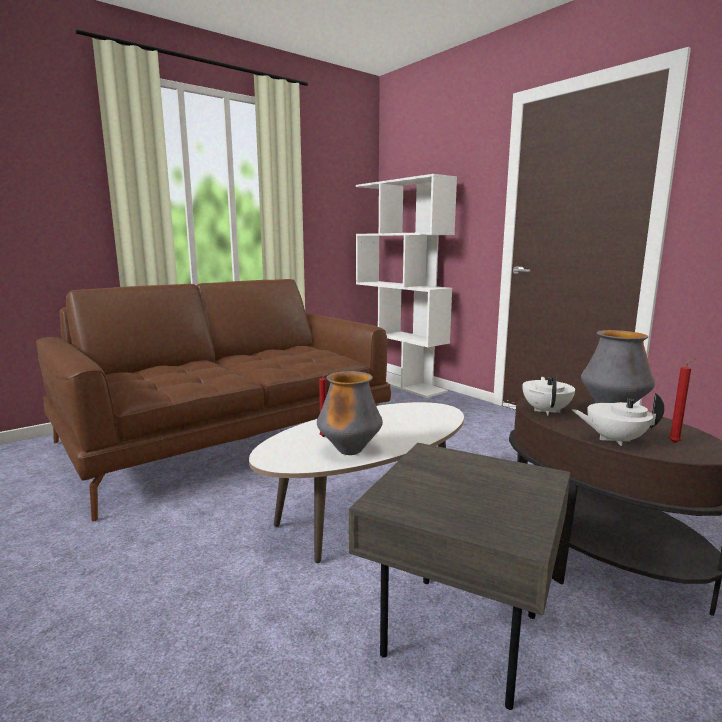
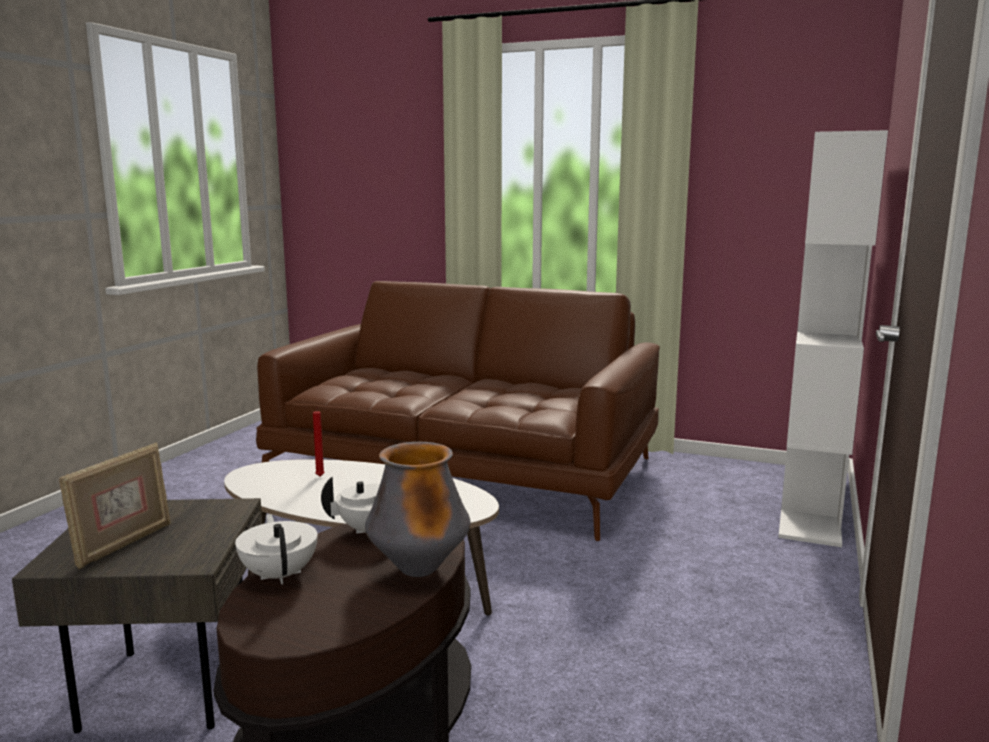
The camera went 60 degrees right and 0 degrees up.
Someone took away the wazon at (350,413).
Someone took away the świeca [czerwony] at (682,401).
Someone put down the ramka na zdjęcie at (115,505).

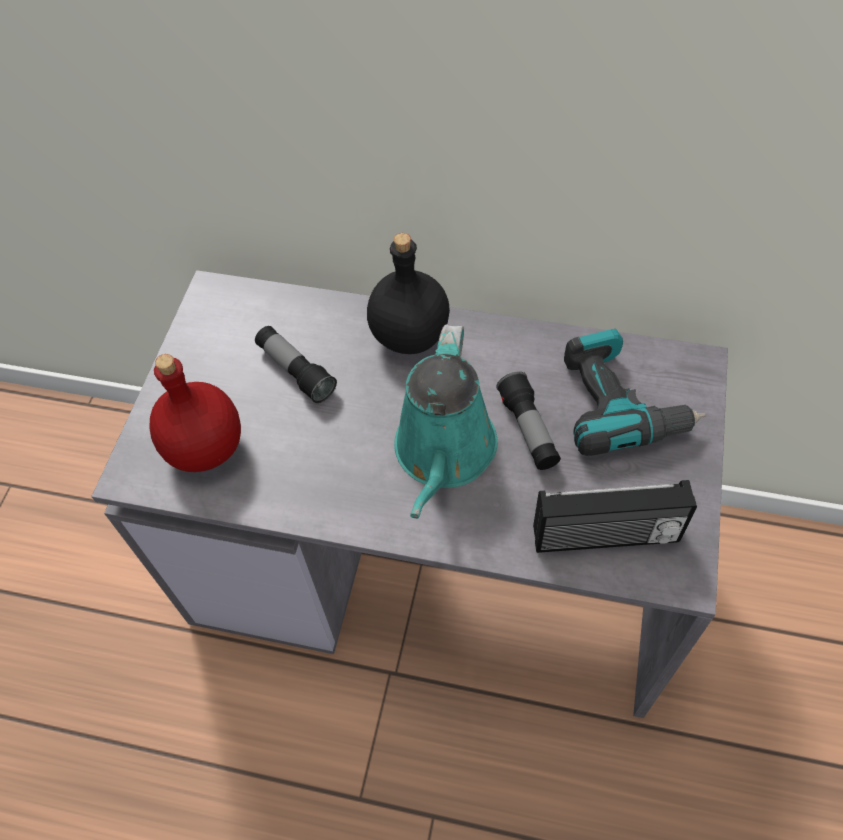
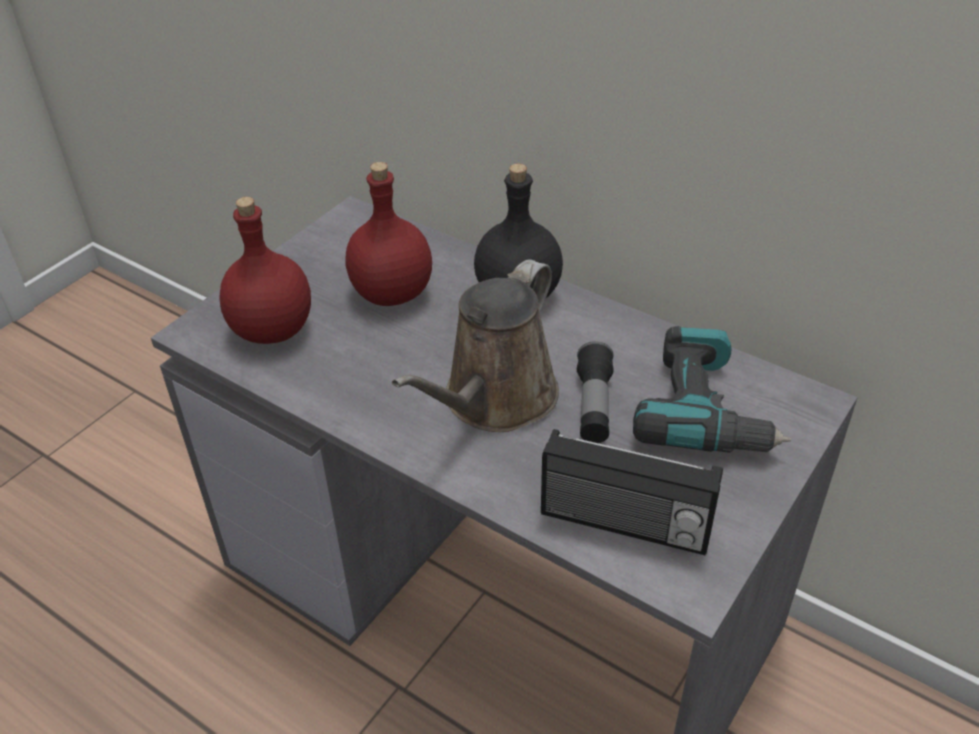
The camera went 20 degrees right and 15 degrees down.
Someone swapped the latarka at (296,364) for the butelka [czerwony] at (389,234).
Someone repainted the konewka [turkusowy] at (446,421), which became the konewka [brązowy] at (475,345).

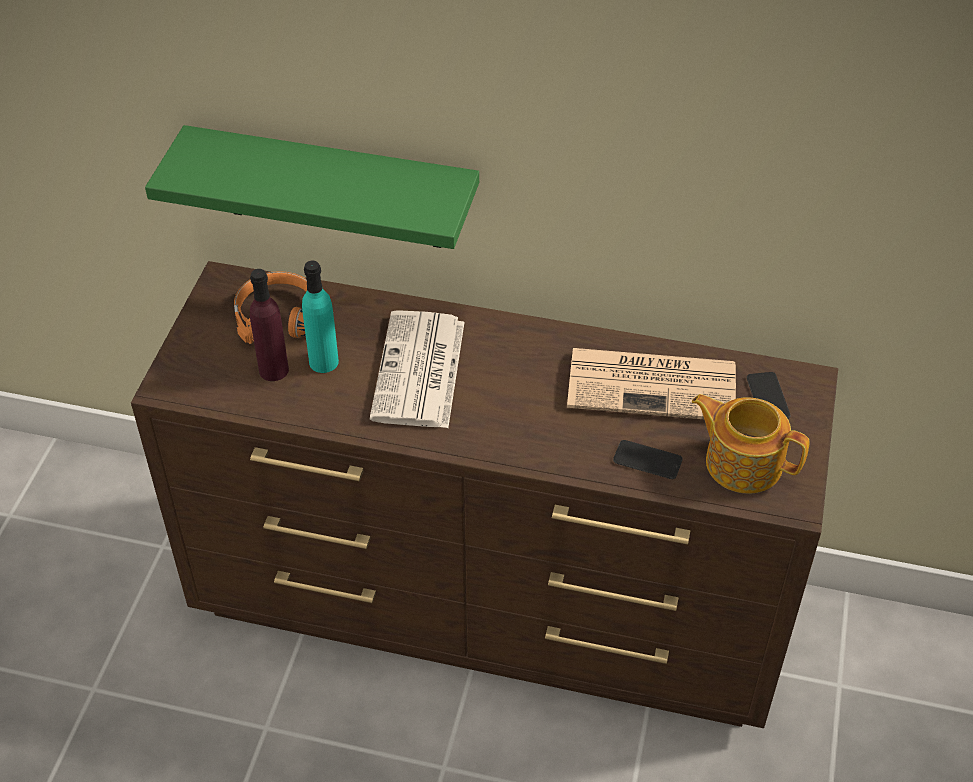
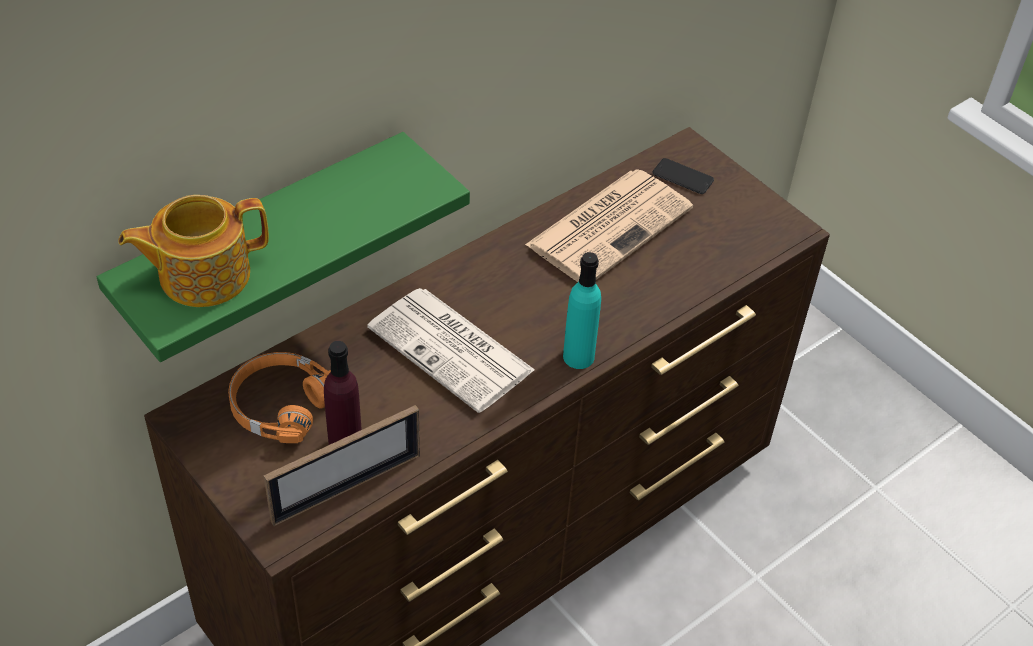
The camera went 55 degrees left and 0 degrees up.
Someone took away the telefon at (648,459).
Someone put down the ramka na zdjęcie at (341,465).
Someone carried the butelka [turkusowy] from (320,317) to (582,310).
Someone carried the imbryk from (751,443) to (193,251).

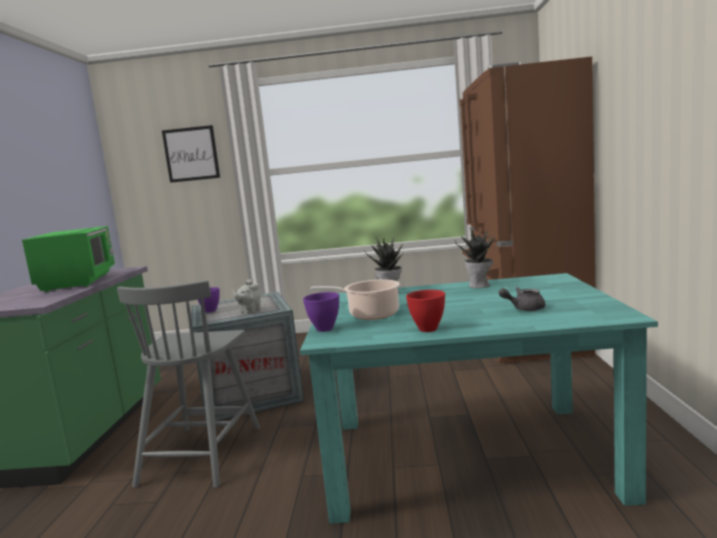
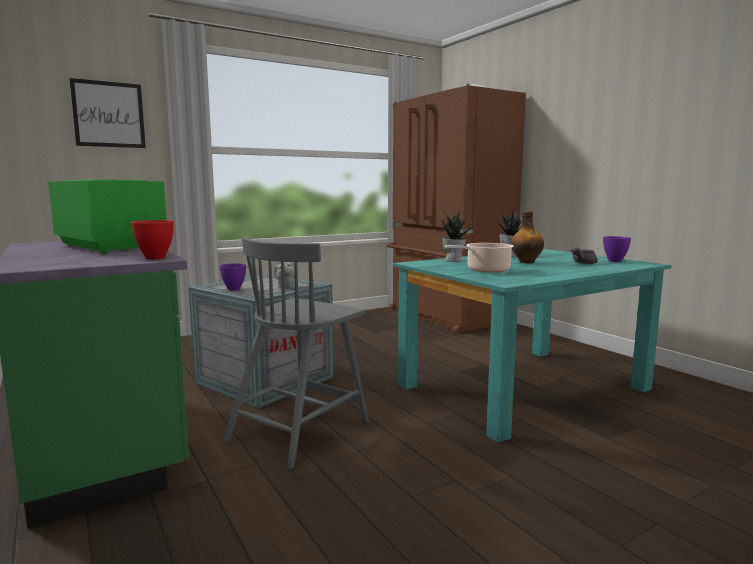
The camera went 35 degrees left and 0 degrees up.
Someone put down the butelka at (527,237).
Someone carried the miska [fioletowy] from (321,312) to (617,249).
Someone carried the miska [czerwony] from (425,311) to (152,239).
Someone rotated the krzesło [szary] at (188,384) by 60 degrees clockwise.

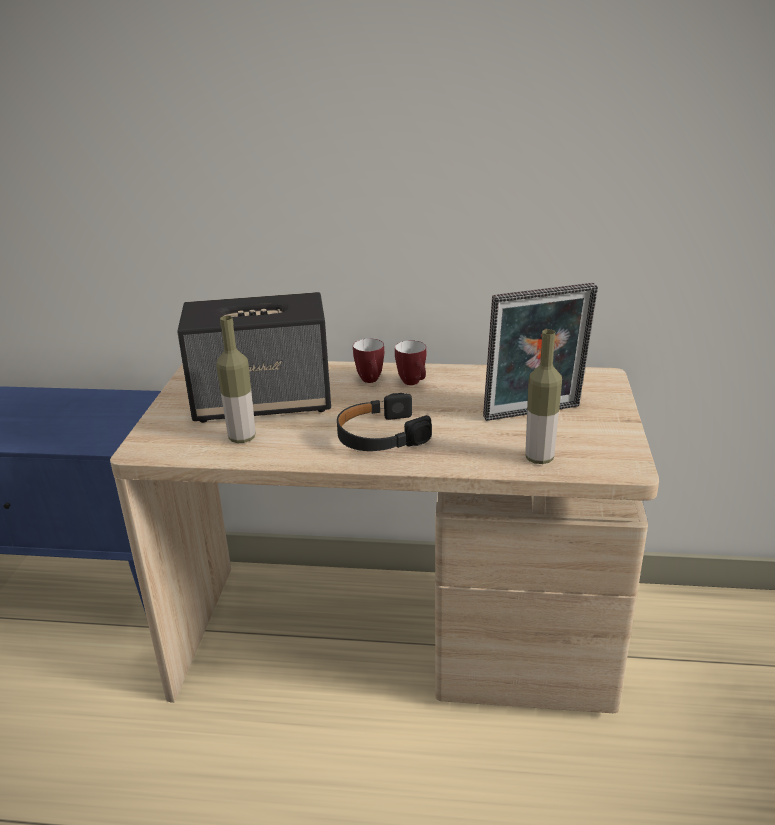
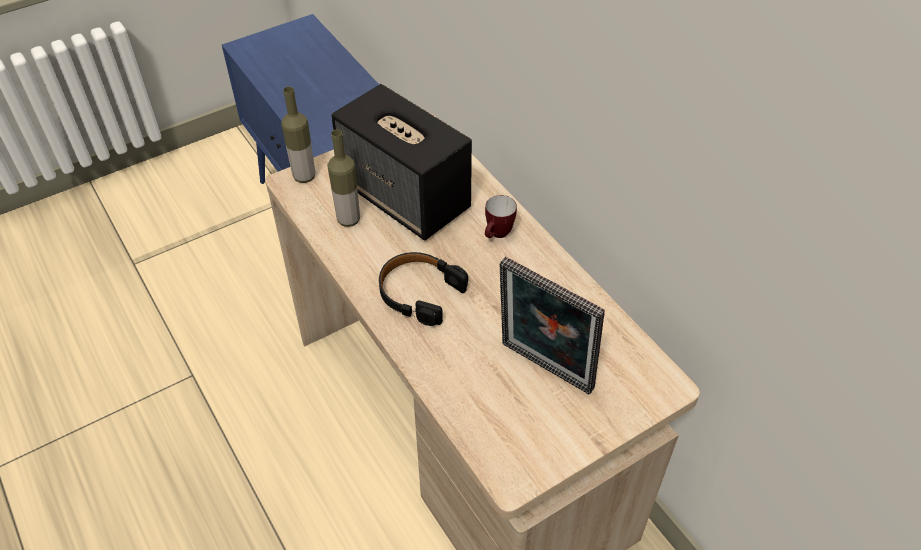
The camera went 50 degrees right and 20 degrees up.
Someone took away the kubek at (410,362).
Someone carried the butelka from (543,396) to (298,135).

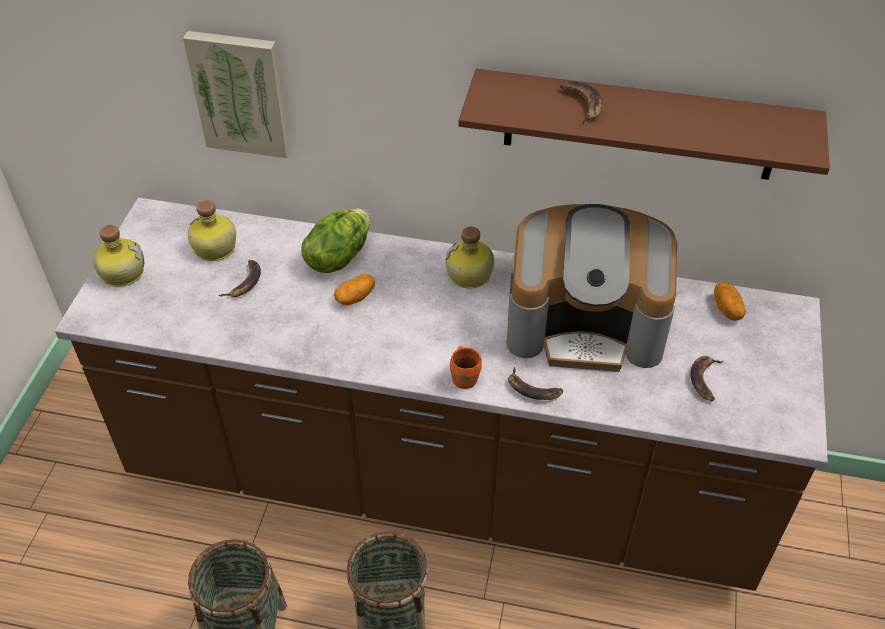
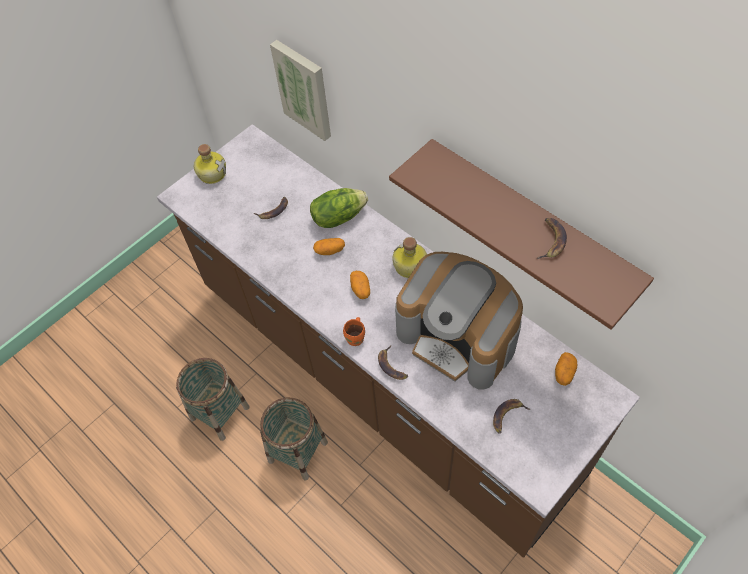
The camera went 35 degrees right and 10 degrees up.
Someone took away the butelka at (212,230).
Someone put down the ziemniak at (360,285).
Someone carried the banan from (581,103) to (552,238).

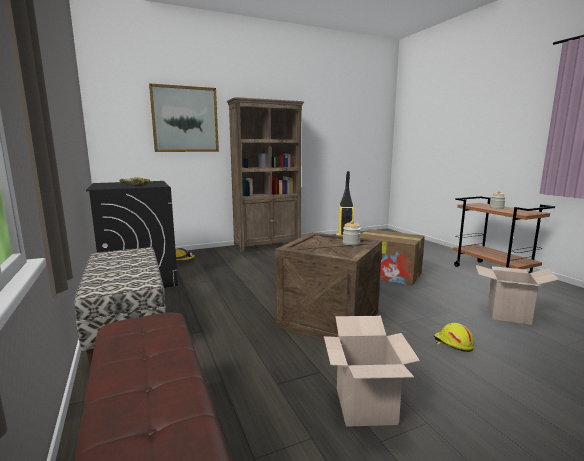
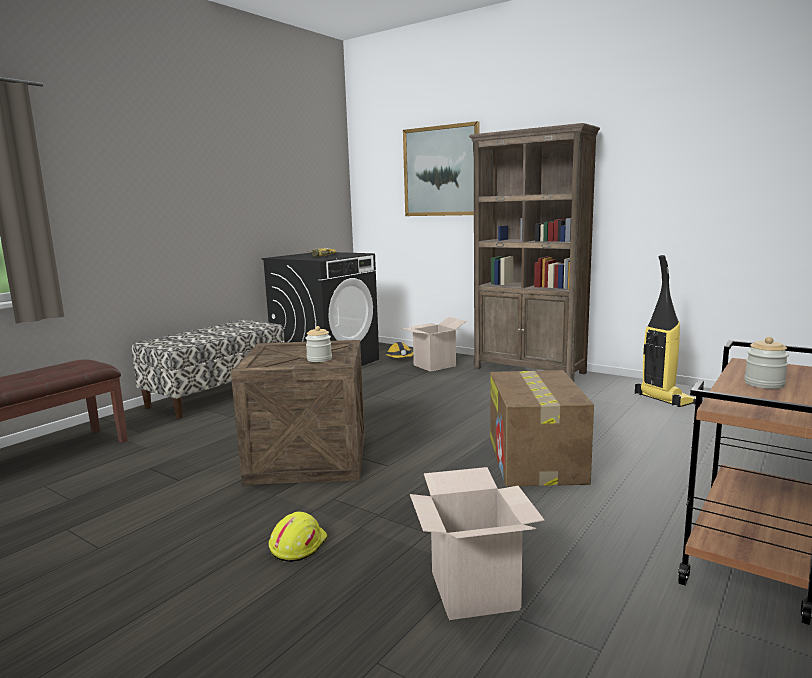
The camera went 60 degrees right and 0 degrees up.
Someone carried the karton from (372,371) to (434,344).

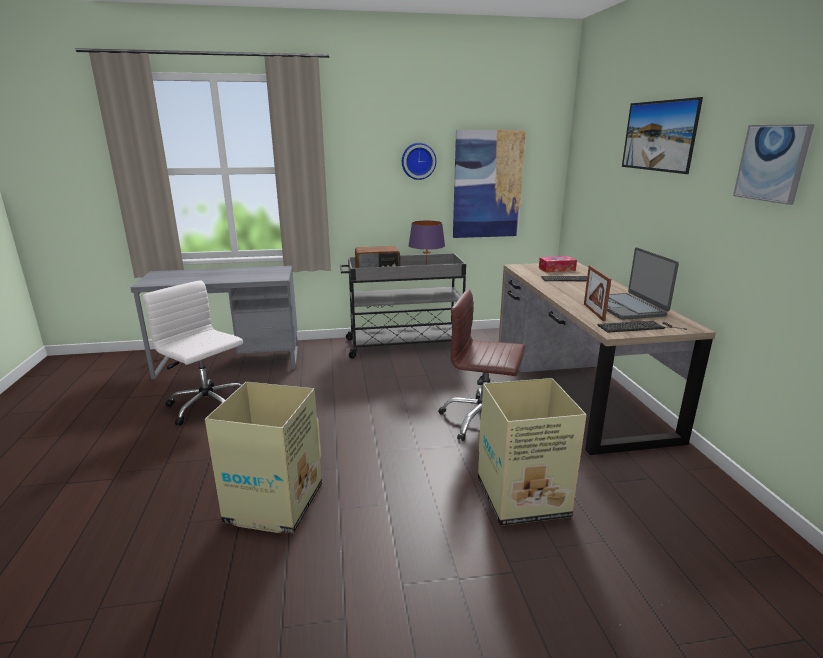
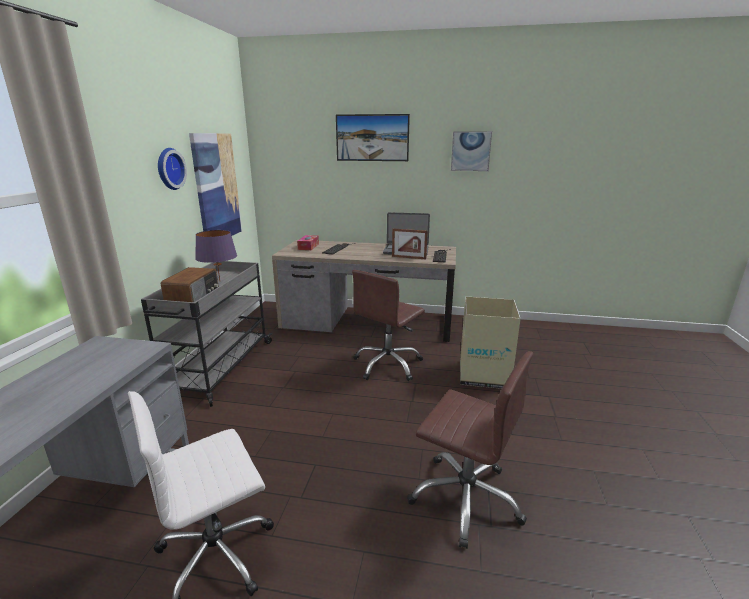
The camera went 70 degrees left and 0 degrees up.
Someone swapped the karton at (263,458) for the krzesło biurowe [brązowy] at (470,450).

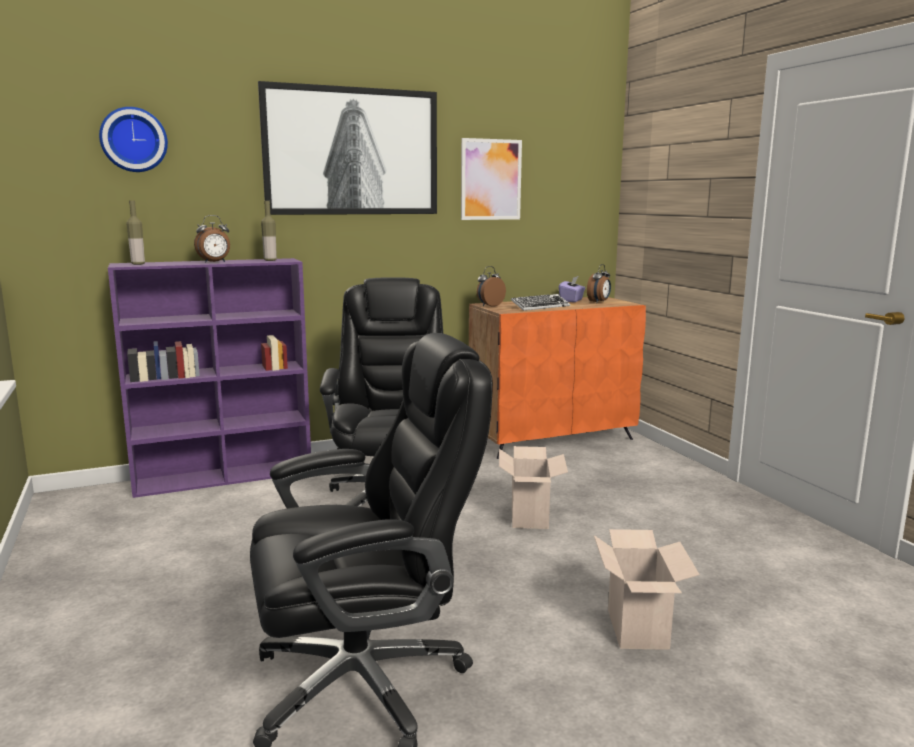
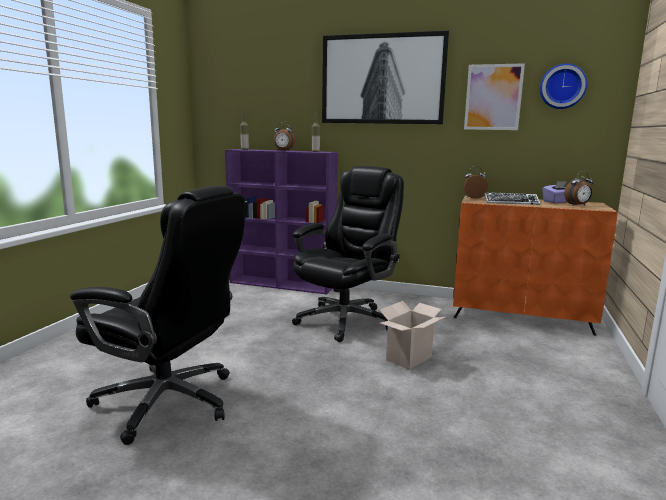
The camera went 40 degrees right and 0 degrees up.
Someone took away the karton at (647,589).
Someone carried the zegar ścienny from (133,139) to (563,86).

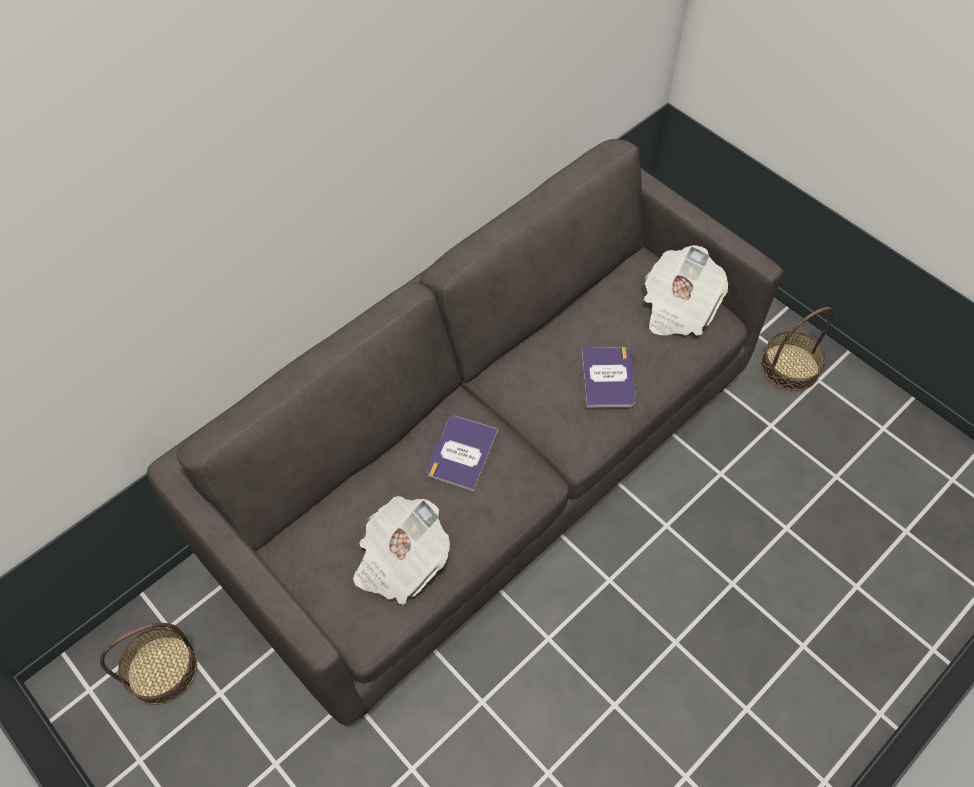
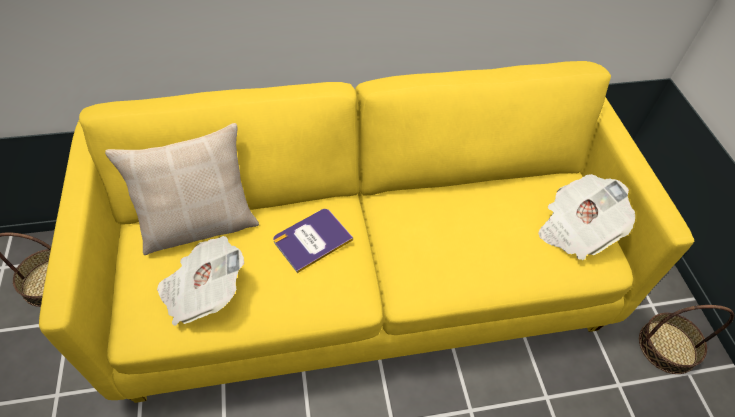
The camera went 30 degrees right and 5 degrees down.
Someone took away the książka at (608,377).
Someone put down the poduszka [beżowy] at (182,189).
Someone repainted the kanapa [szary] at (465,432), which became the kanapa [żółty] at (366,232).

